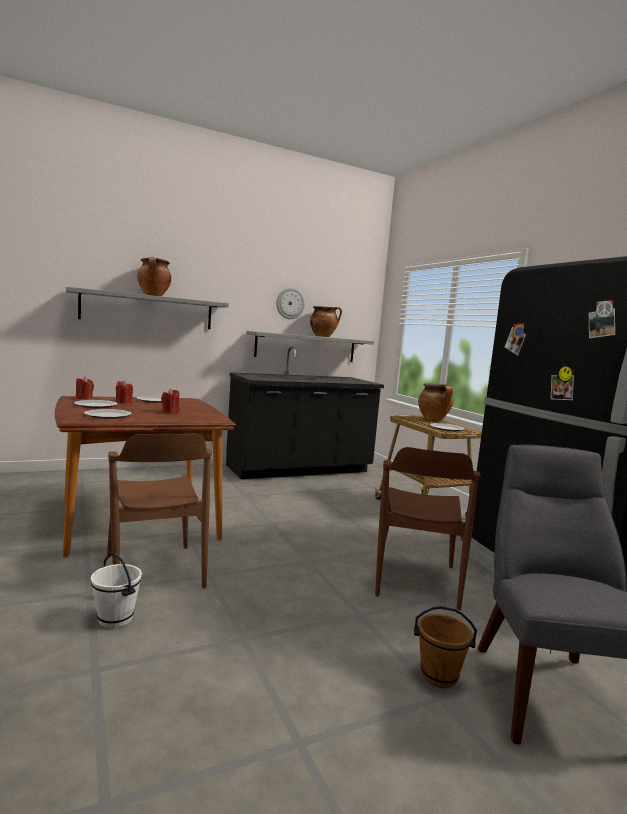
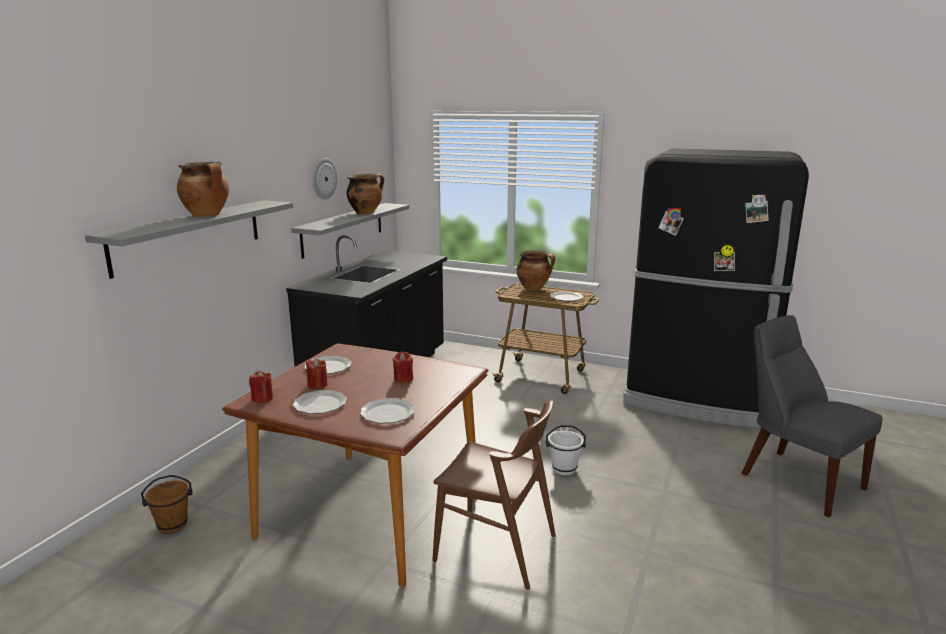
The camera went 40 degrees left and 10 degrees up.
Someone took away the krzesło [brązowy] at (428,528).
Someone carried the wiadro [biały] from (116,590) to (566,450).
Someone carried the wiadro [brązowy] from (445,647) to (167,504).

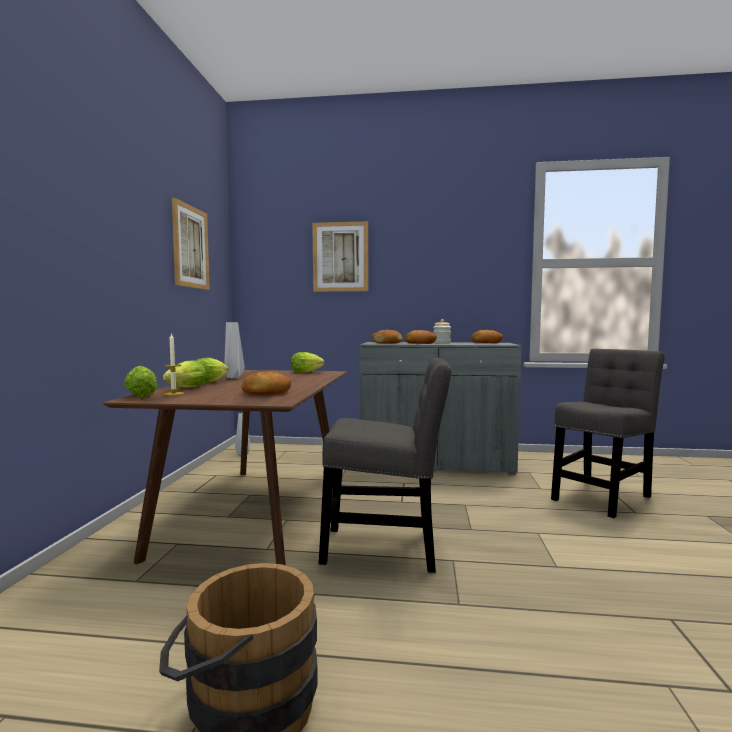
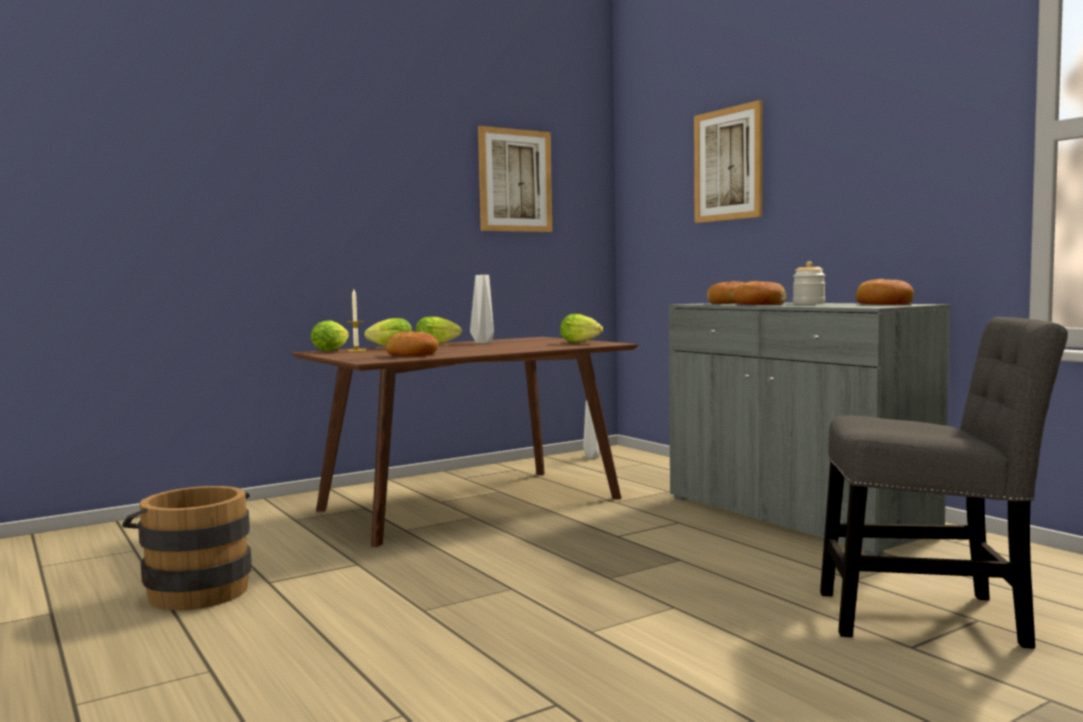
The camera went 50 degrees right and 0 degrees up.
Someone took away the krzesło [szary] at (385,465).

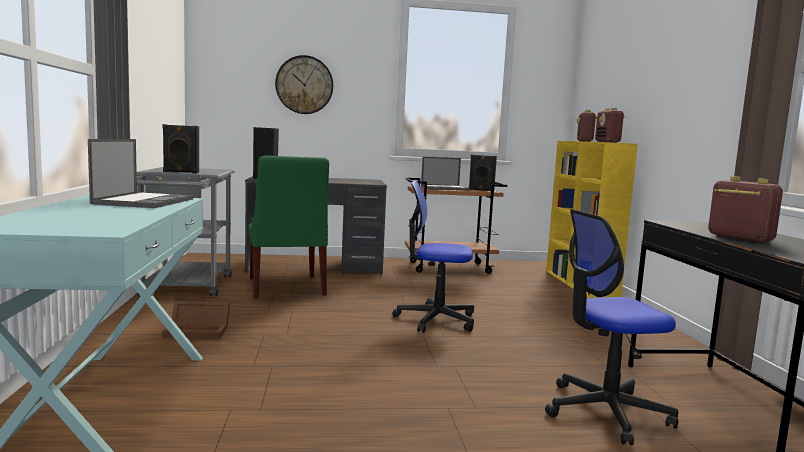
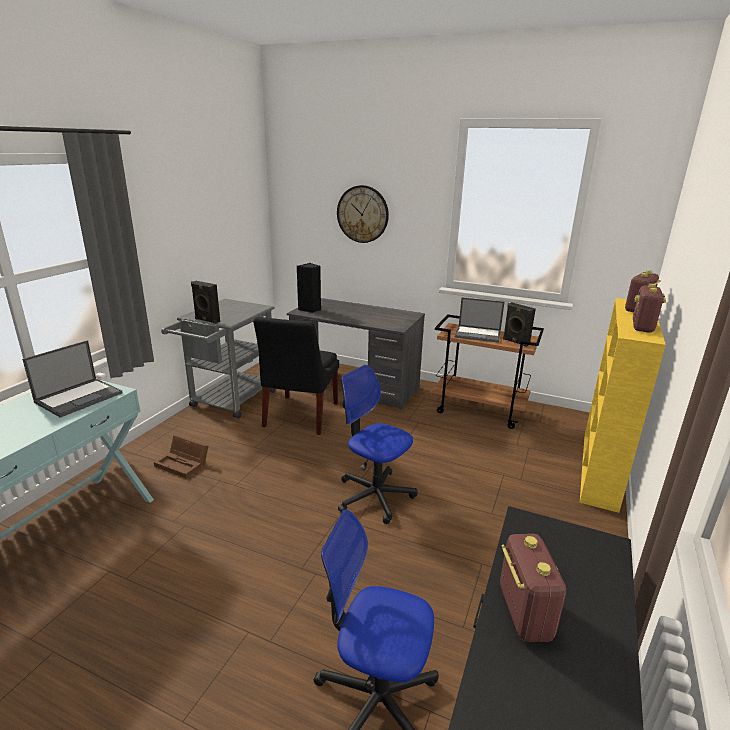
The camera went 30 degrees right and 15 degrees up.
Someone repainted the krzesło [zielony] at (288,227), which became the krzesło [czarny] at (296,376).

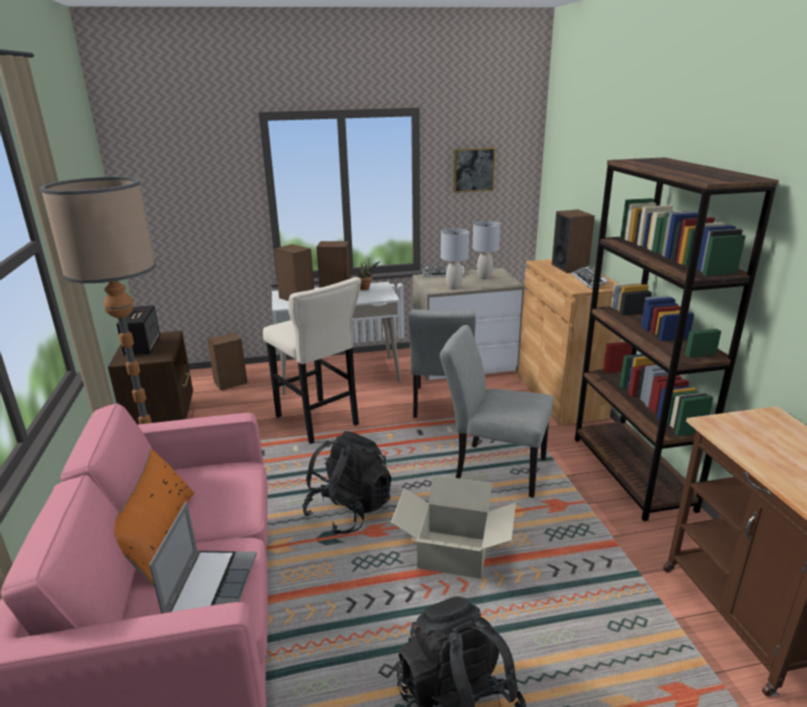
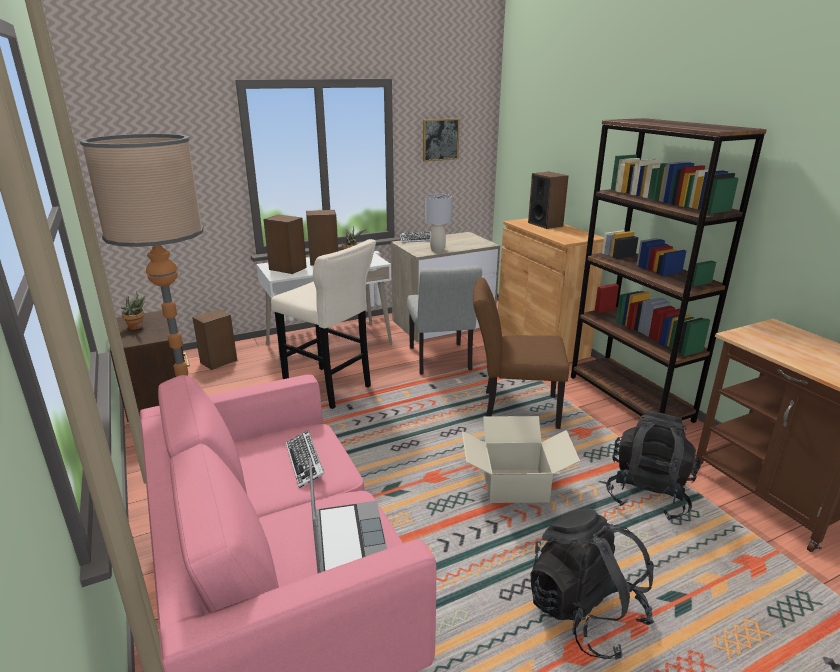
The camera went 15 degrees left and 0 degrees up.
Someone took away the poduszka [pomarańczowy] at (154,517).
Someone took away the lampa stołowa [szary] at (486,250).
Someone carried the plecak [czarny] from (346,483) to (653,465).
Someone carried the klawiatura from (590,277) to (305,459).
Someone swapped the głośnik at (138,330) for the roślina doniczkowa at (133,310).
Someone repainted the krzesło [szary] at (496,411), which became the krzesło [brązowy] at (521,353).

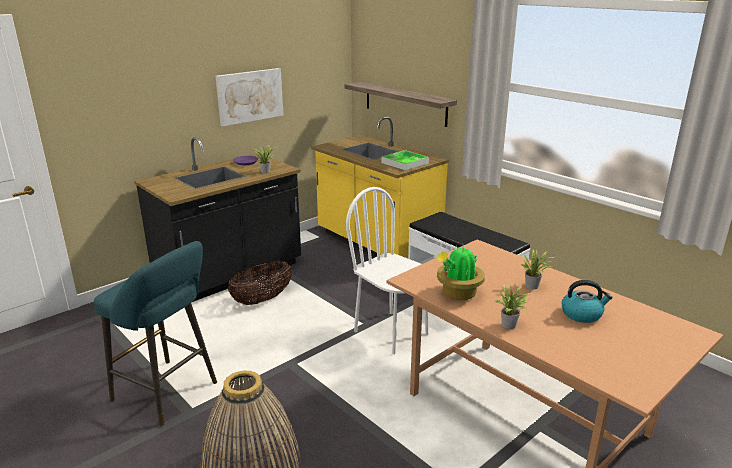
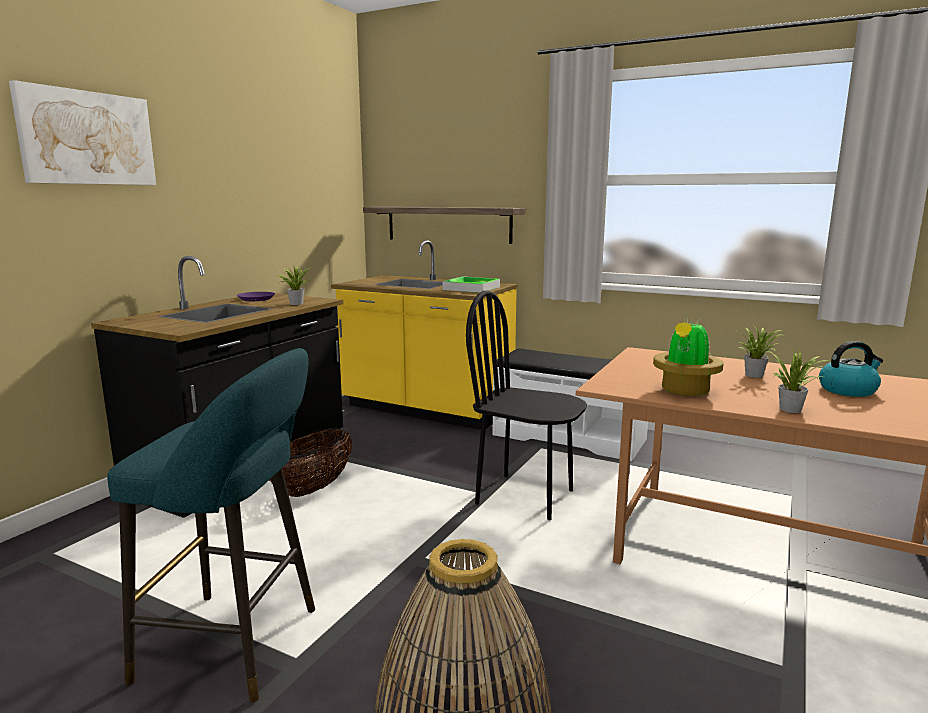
The camera went 20 degrees left and 10 degrees down.
Someone carried the obraz from (249,97) to (82,132).
Someone repainted the krzesło [biały] at (387,270), which became the krzesło [czarny] at (526,405).

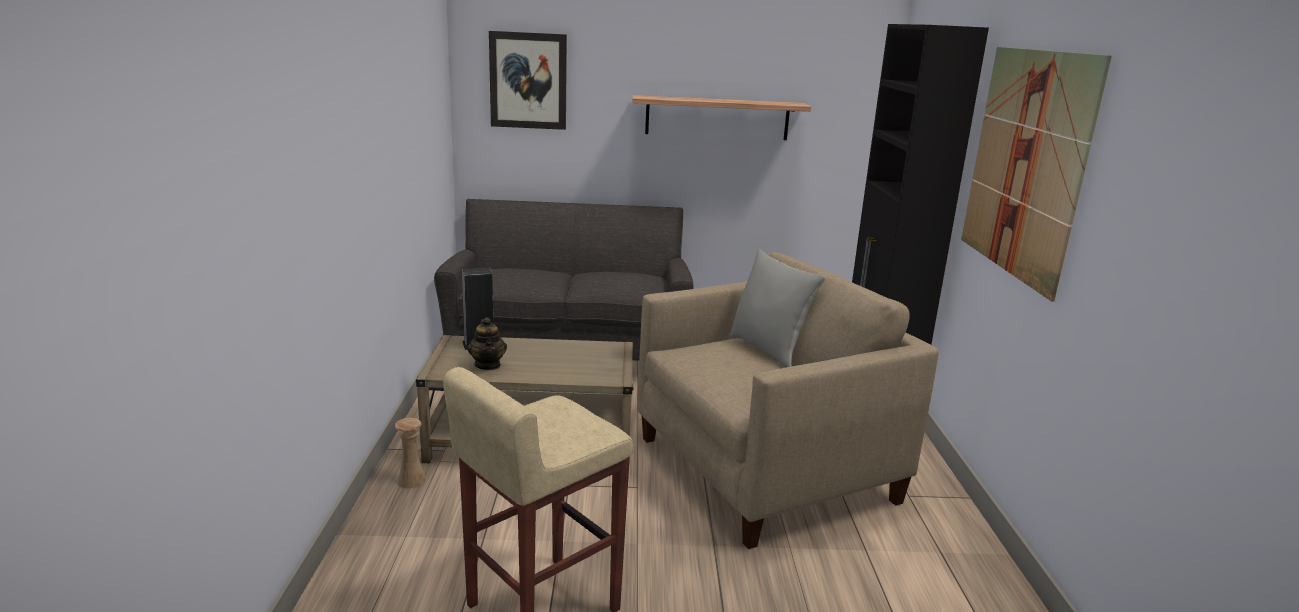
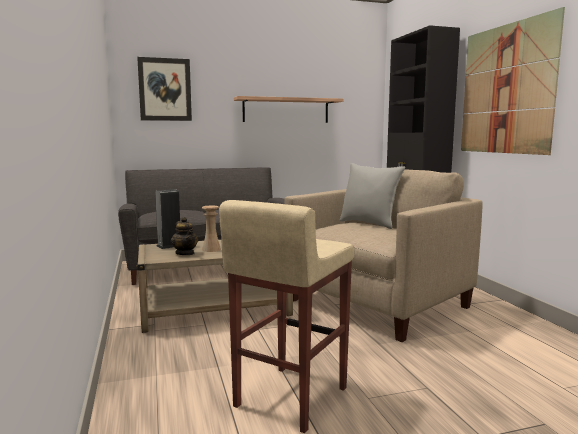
The camera went 15 degrees left and 10 degrees down.
Someone carried the wazon [beżowy] from (410,453) to (211,229).

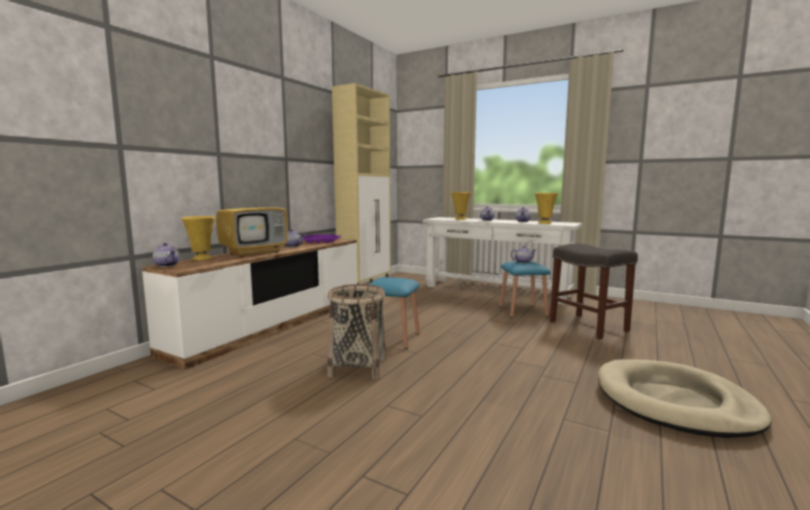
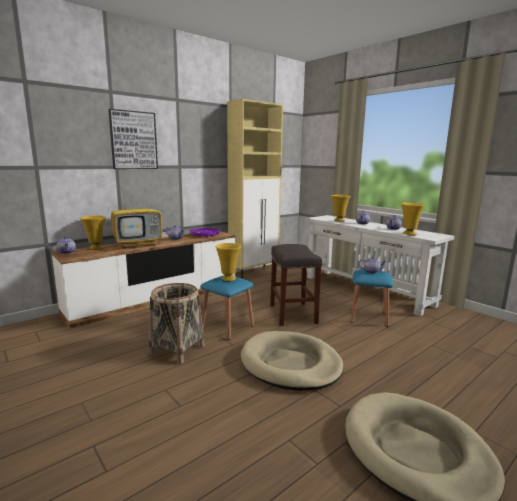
The camera went 20 degrees right and 5 degrees up.
Someone put up the obraz at (133,139).
Someone put down the wazon [żółty] at (228,262).
Someone put down the legowisko [beżowy] at (292,361).
Someone carried the stołek [szary] from (594,291) to (296,285).

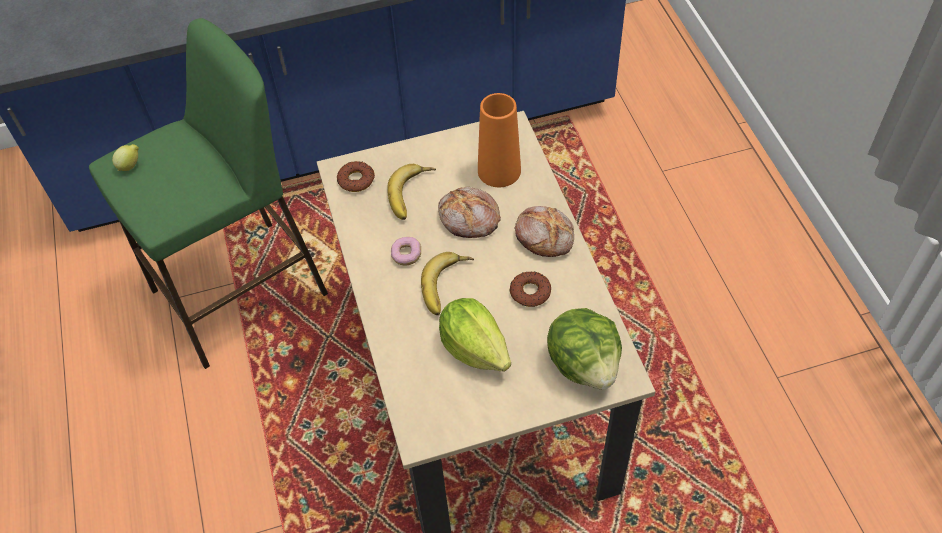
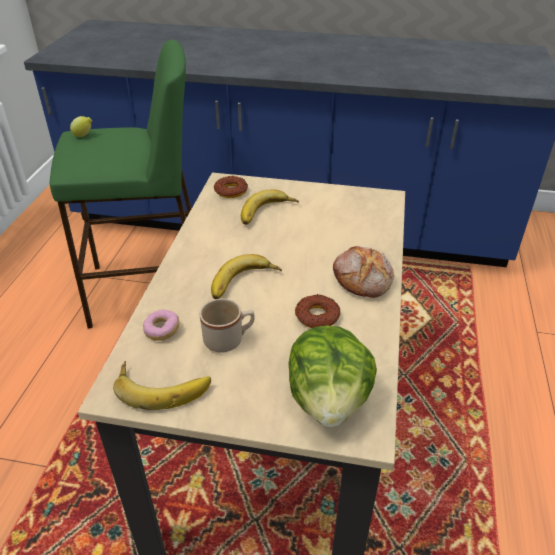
The camera went 25 degrees right and 15 degrees down.
Someone took away the chleb at (469,212).
Someone took away the wazon [pomarańczowy] at (499,140).
Someone put down the banan at (162,385).
Someone carried the donut from (406,251) to (161,325).
Someone swapped the sałata at (475,334) for the kubek [beżowy] at (227,326).

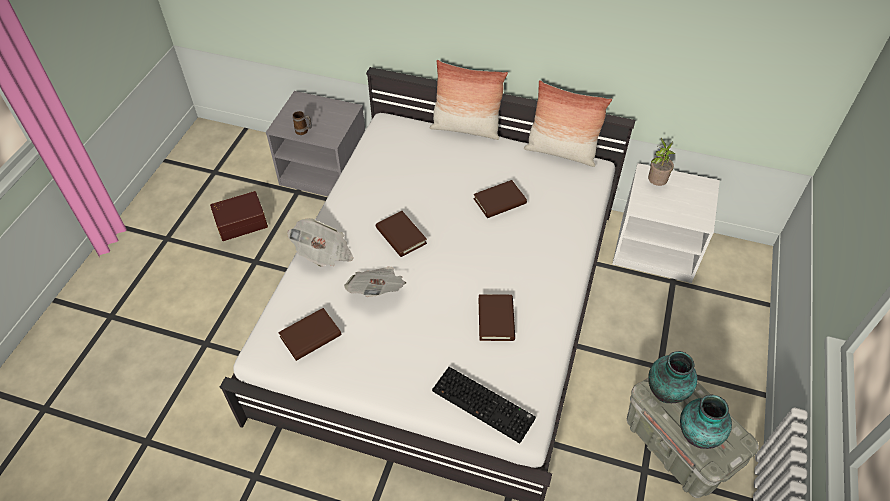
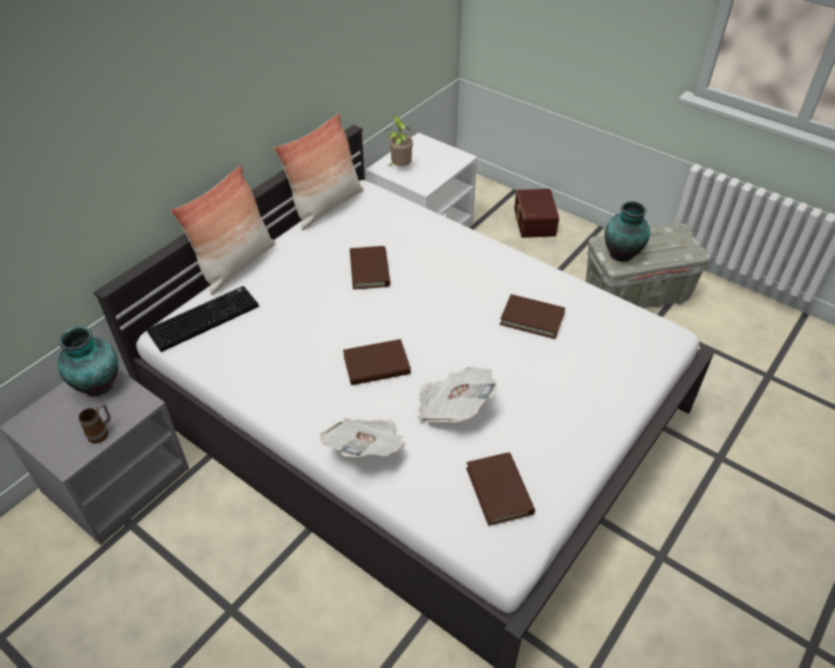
The camera went 70 degrees left and 5 degrees down.
Someone carried the pojemnik do przechowywania [brązowy] from (239,216) to (536,213).
Someone carried the klawiatura from (484,405) to (203,319).
Someone carried the wazon from (706,421) to (88,361).

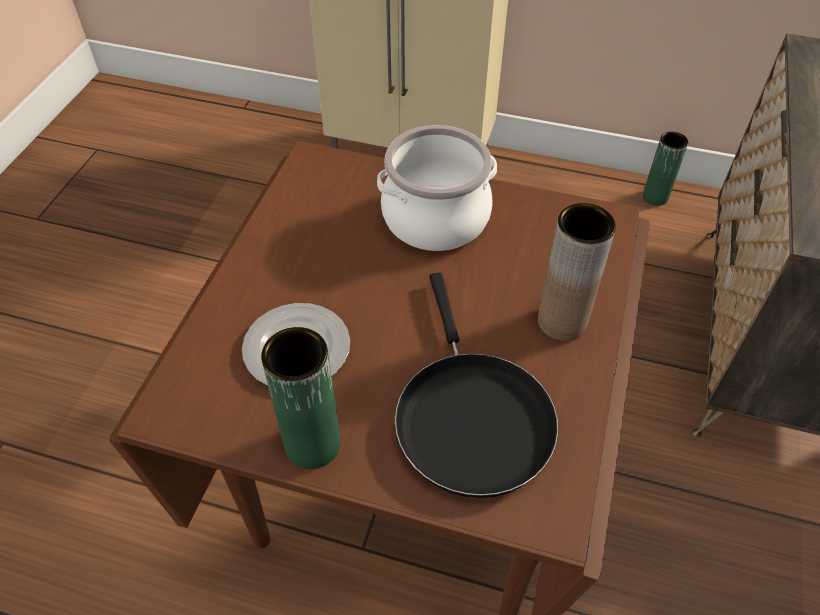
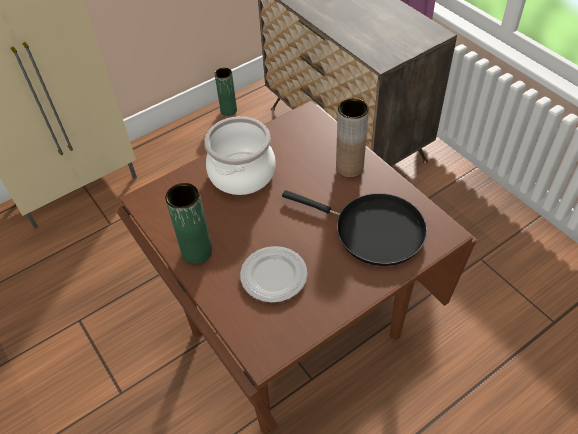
The camera went 50 degrees left and 0 degrees up.
Someone carried the wazon [zielony] from (300,398) to (188,223).

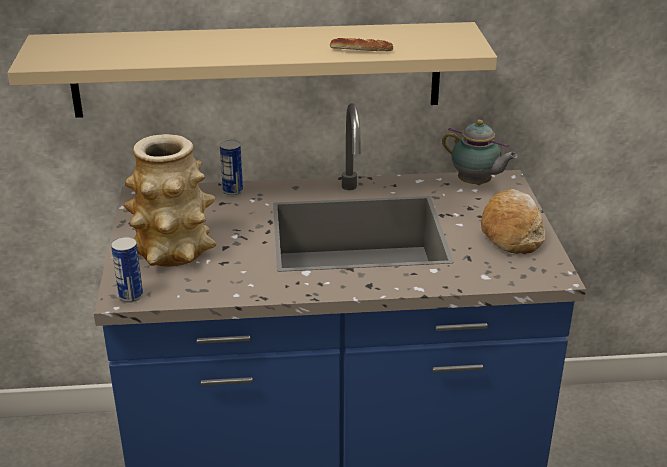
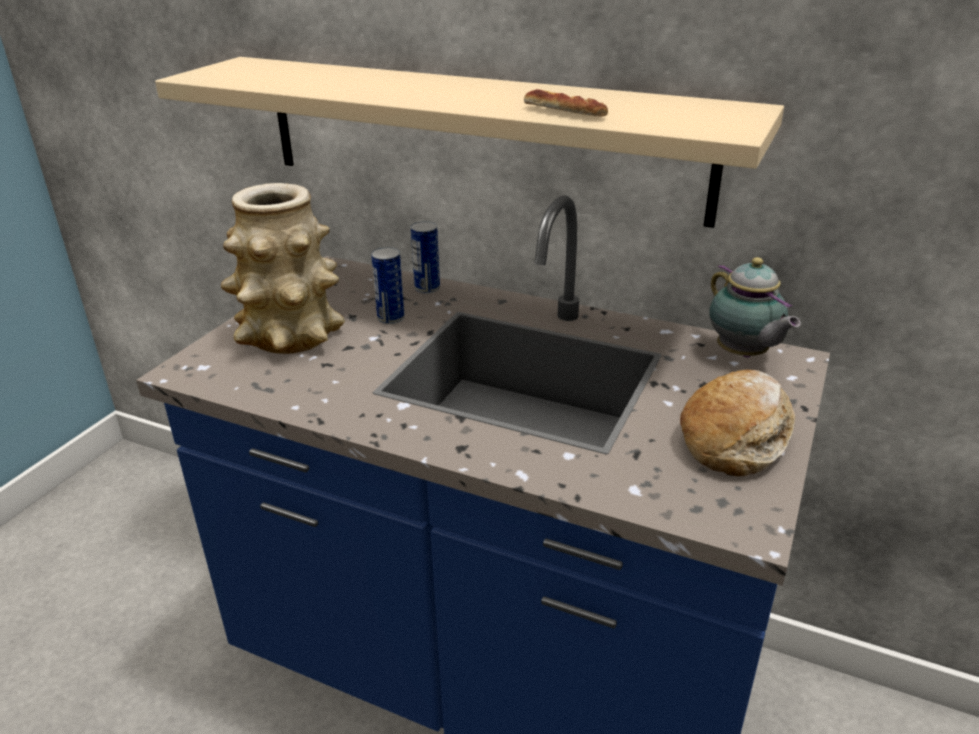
The camera went 30 degrees right and 0 degrees up.
Someone carried the puszka from (127,270) to (388,285).

